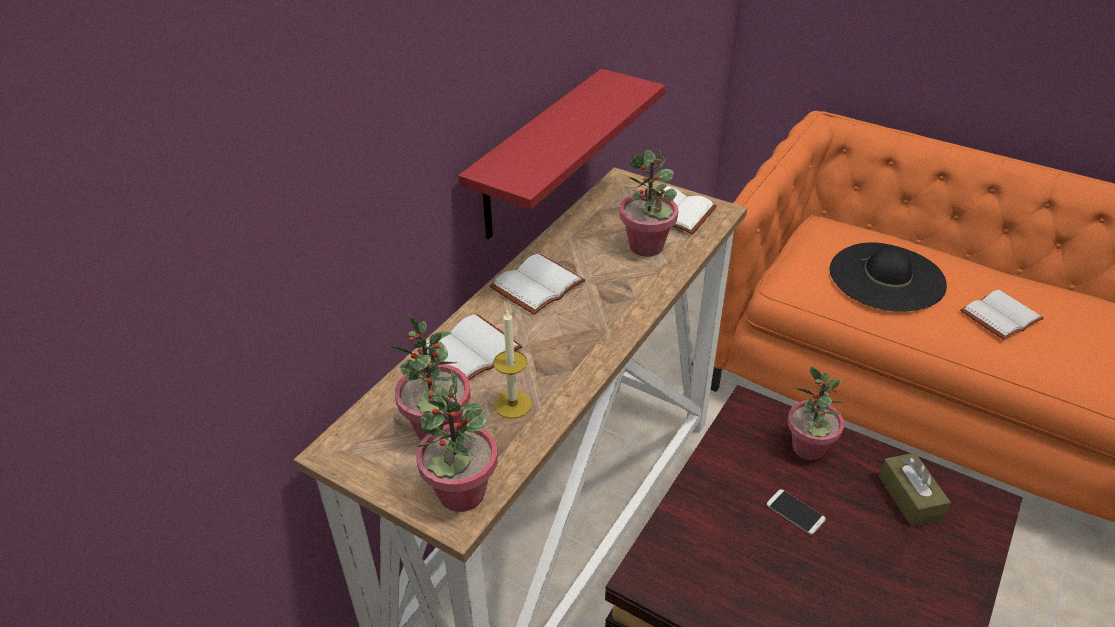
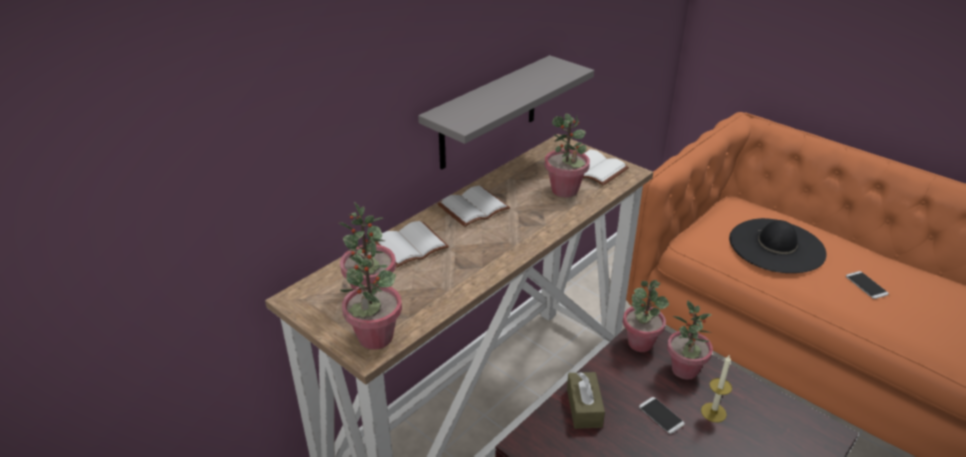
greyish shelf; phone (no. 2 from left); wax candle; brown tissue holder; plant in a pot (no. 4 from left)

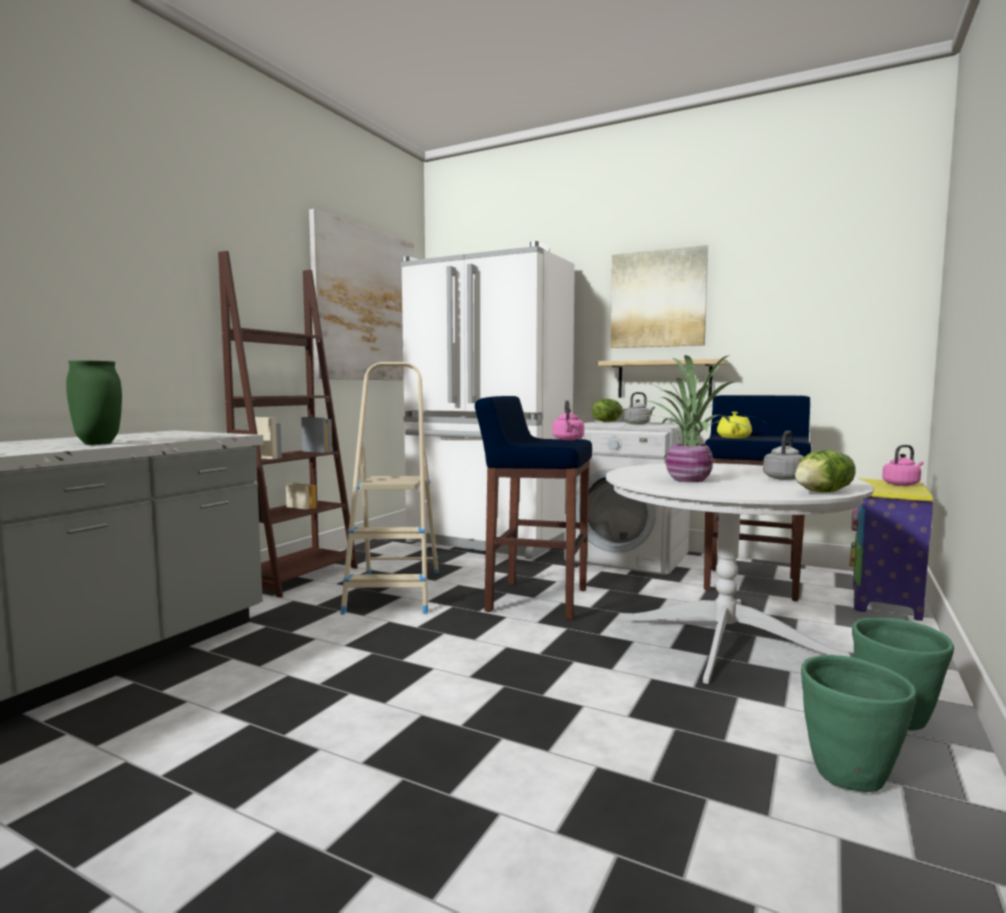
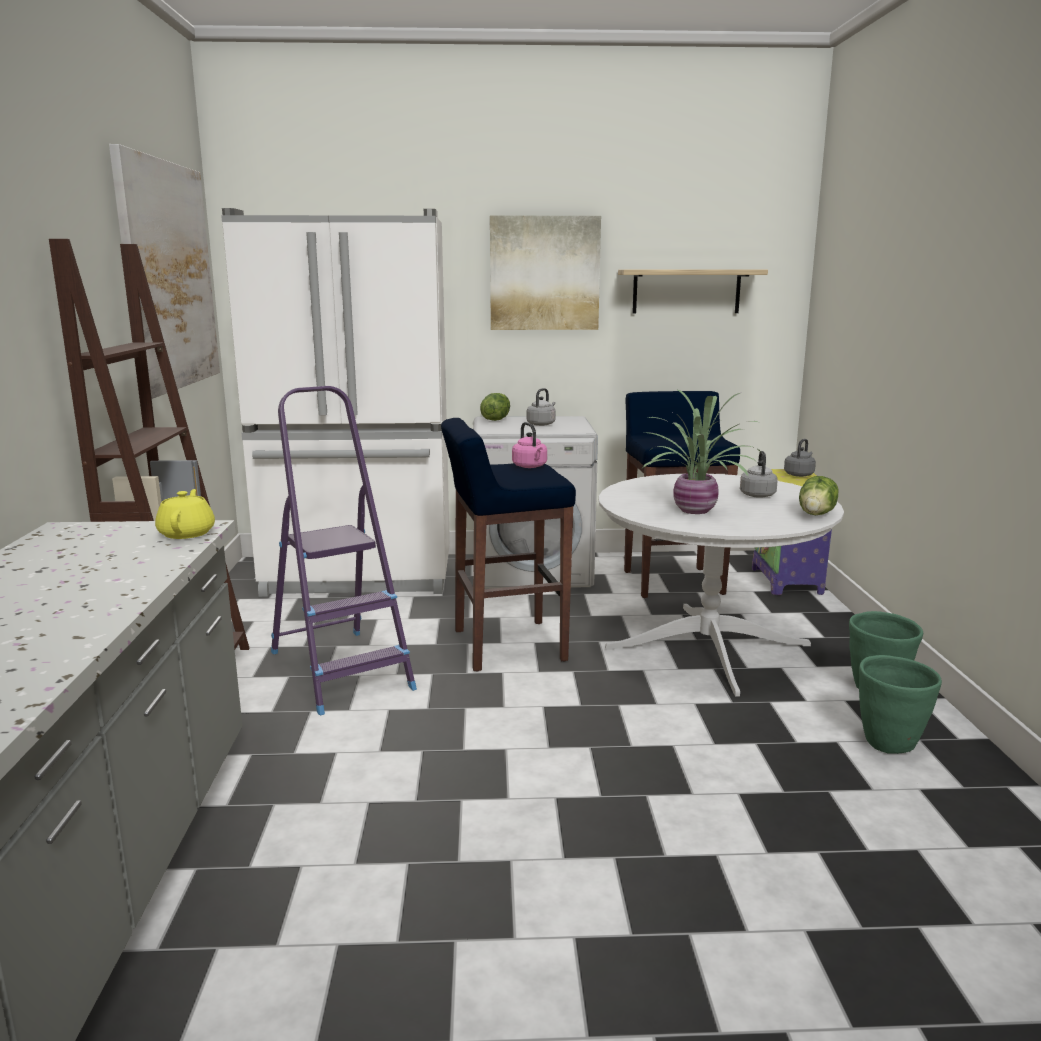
shelf; green-coloured flower vase; purplish step ladder; yellow pot for tea; greyish tea kettle (no. 3 from left)

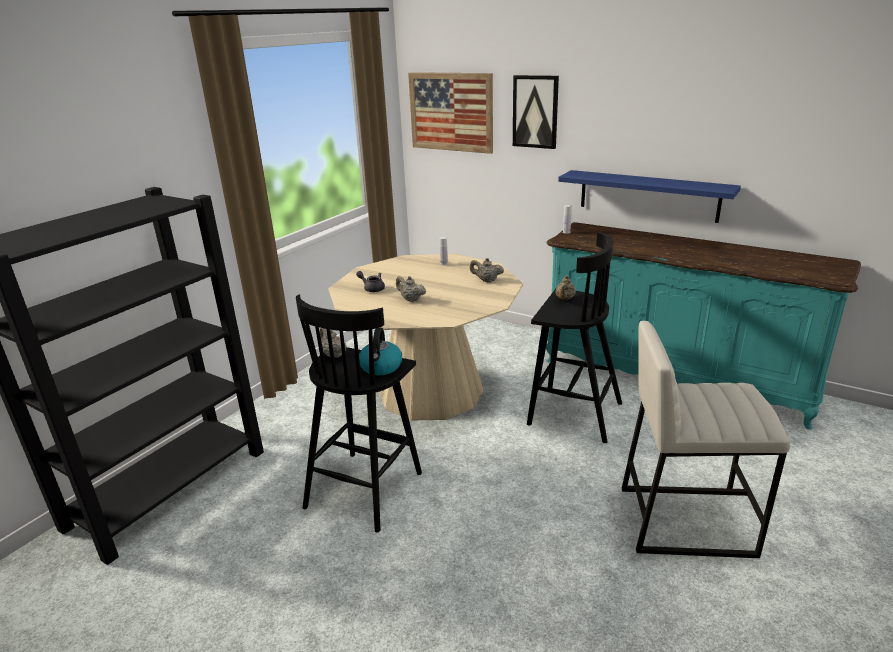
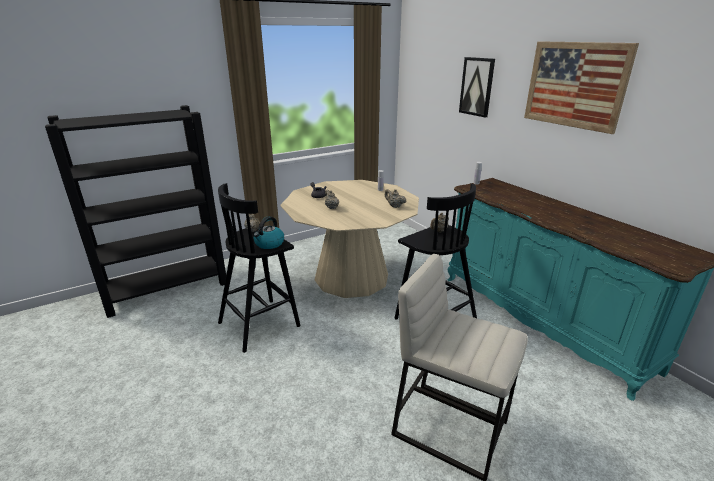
picture (no. 2 from left); blue-coloured shelf

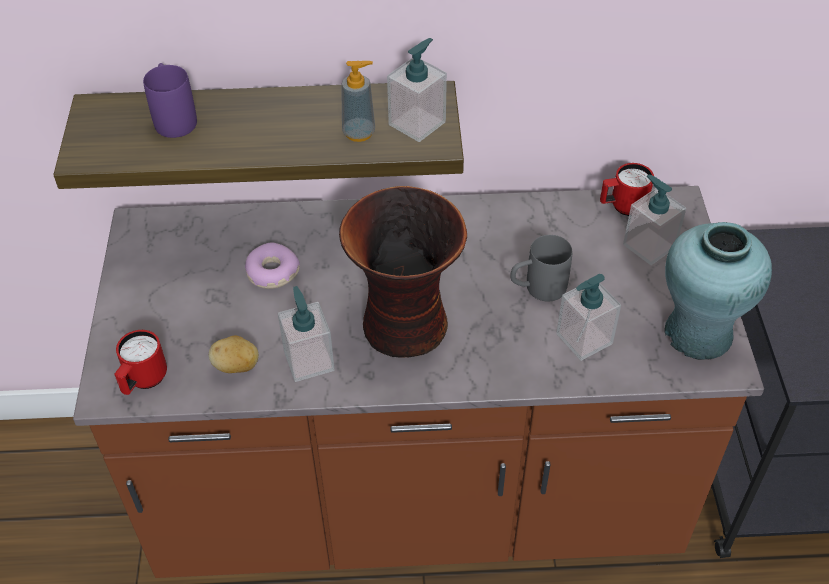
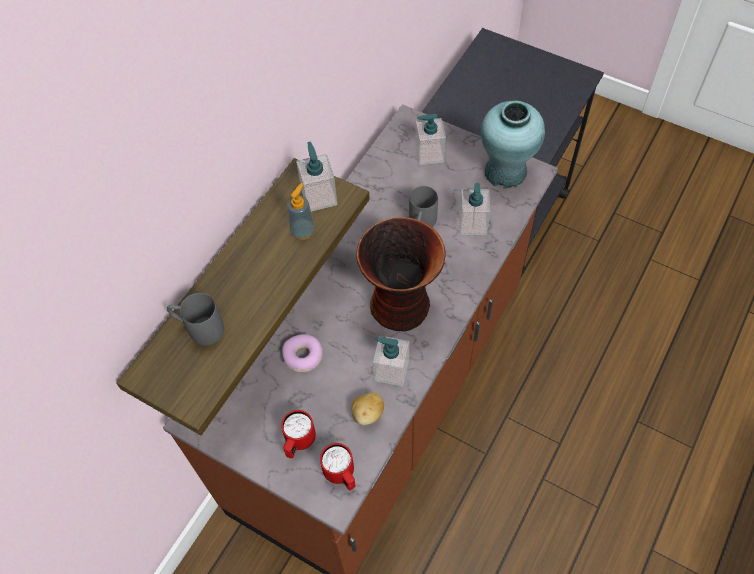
greyish mug (no. 1 from left); reddish mug (no. 1 from left)

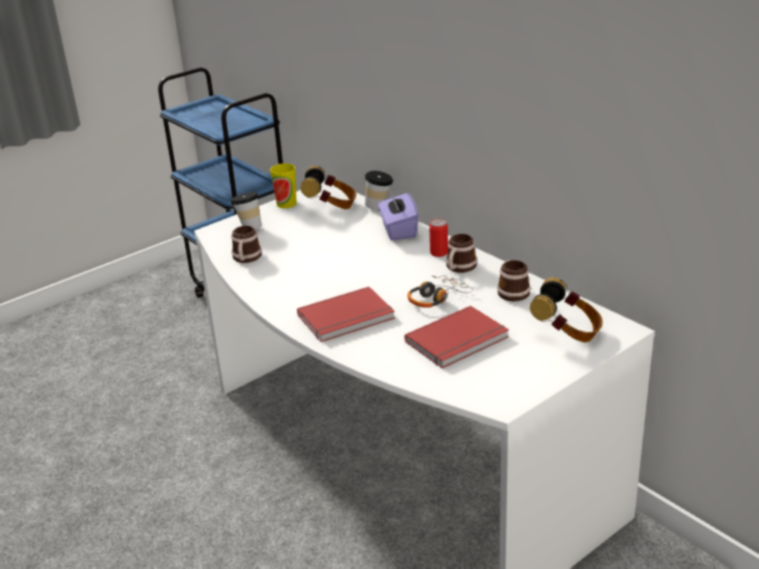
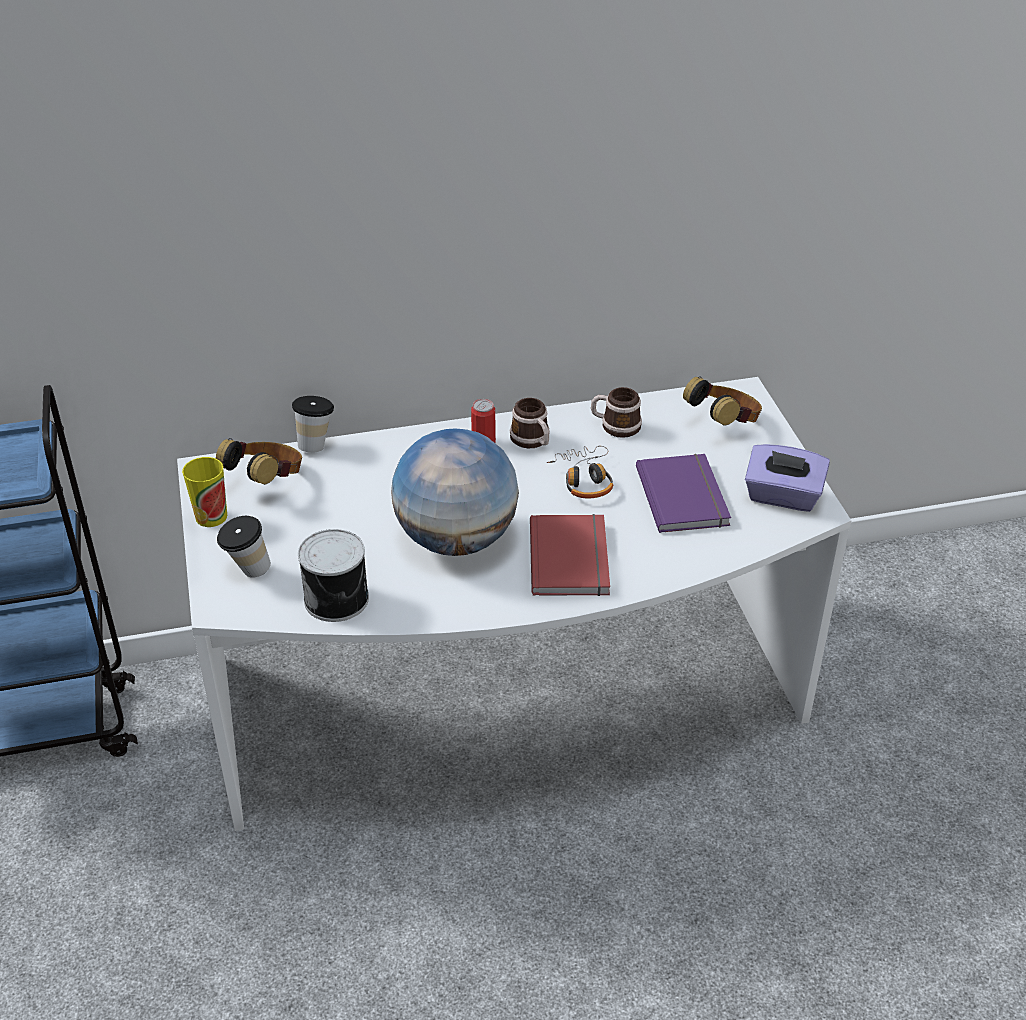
purplish tissue holder; sealed can (no. 1 from left); purplish volume; globe

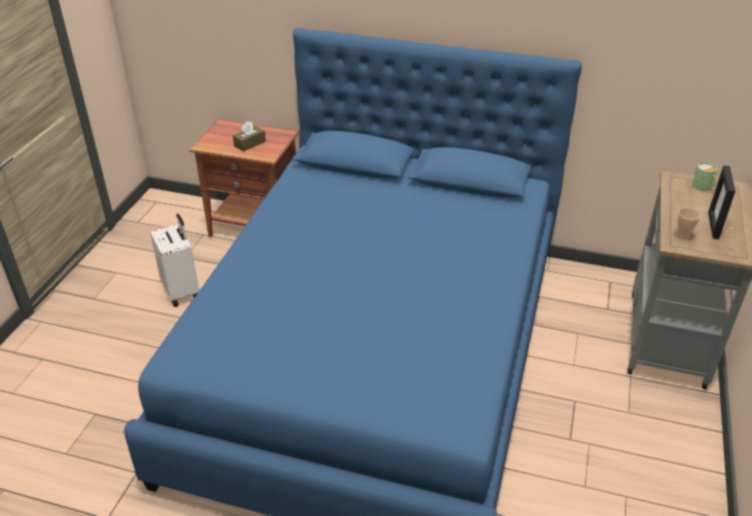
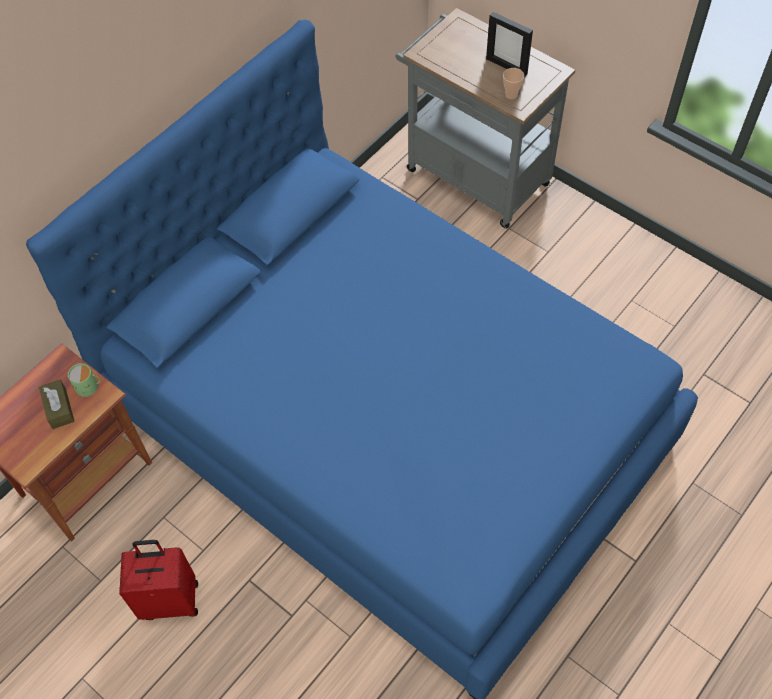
green-coloured mug; reddish piece of luggage

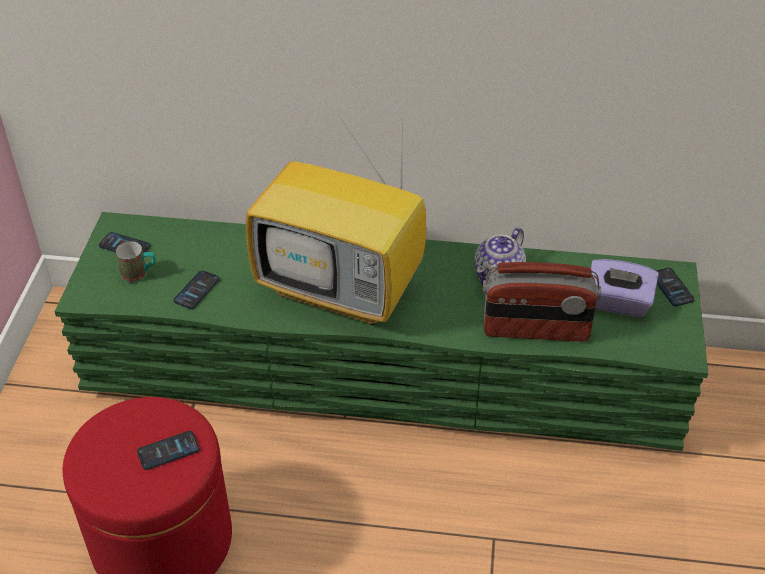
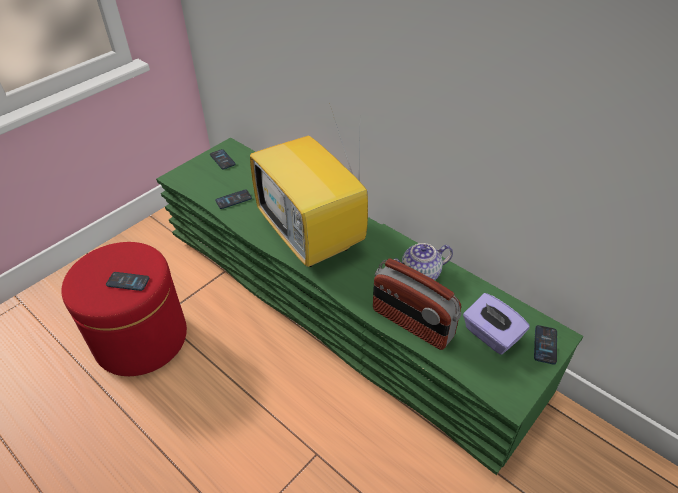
mug

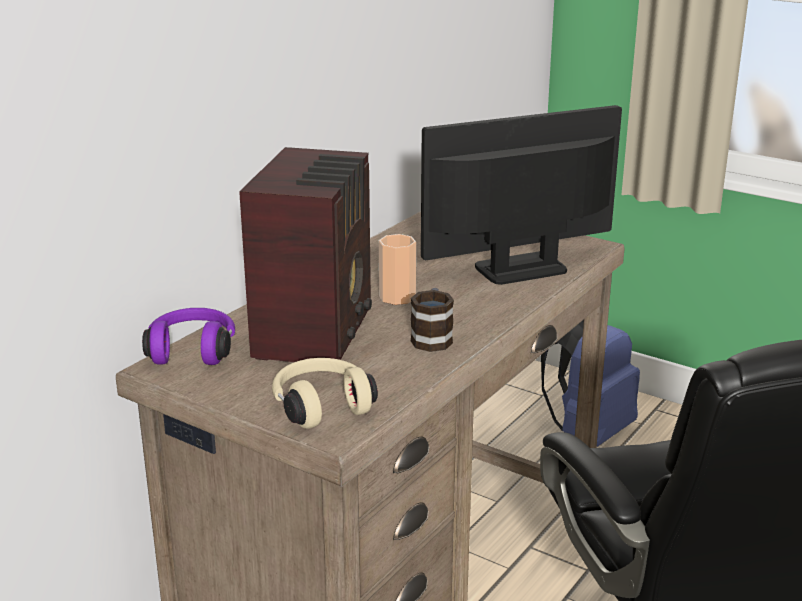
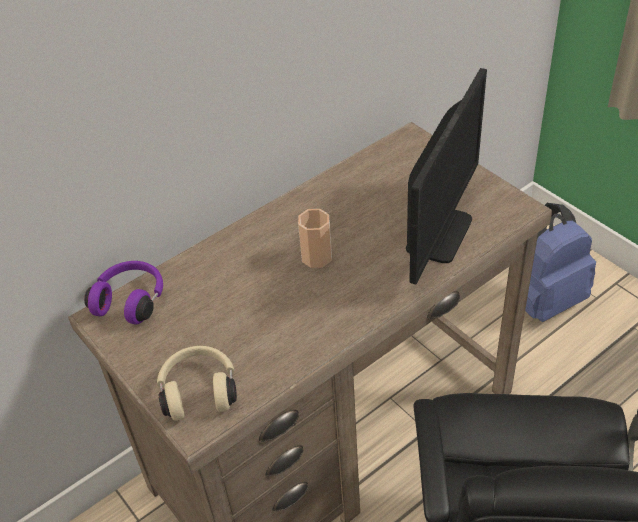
monitor; radio receiver; mug

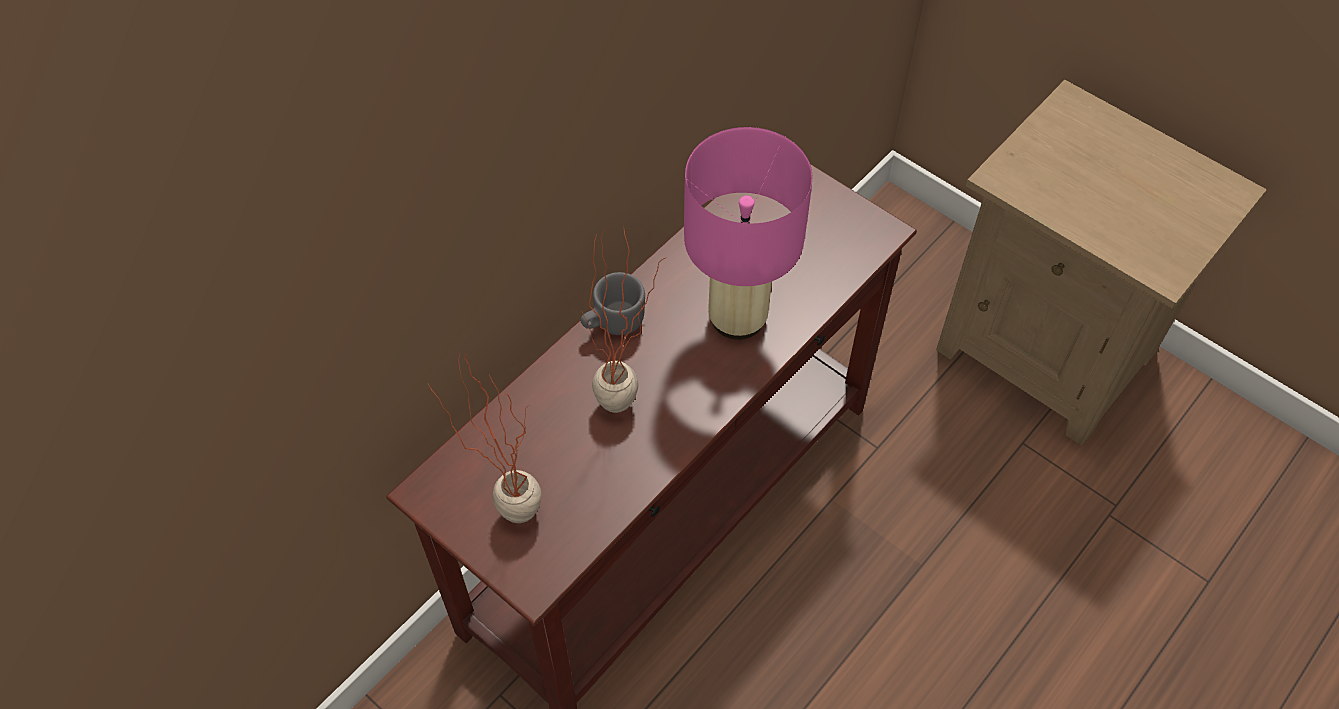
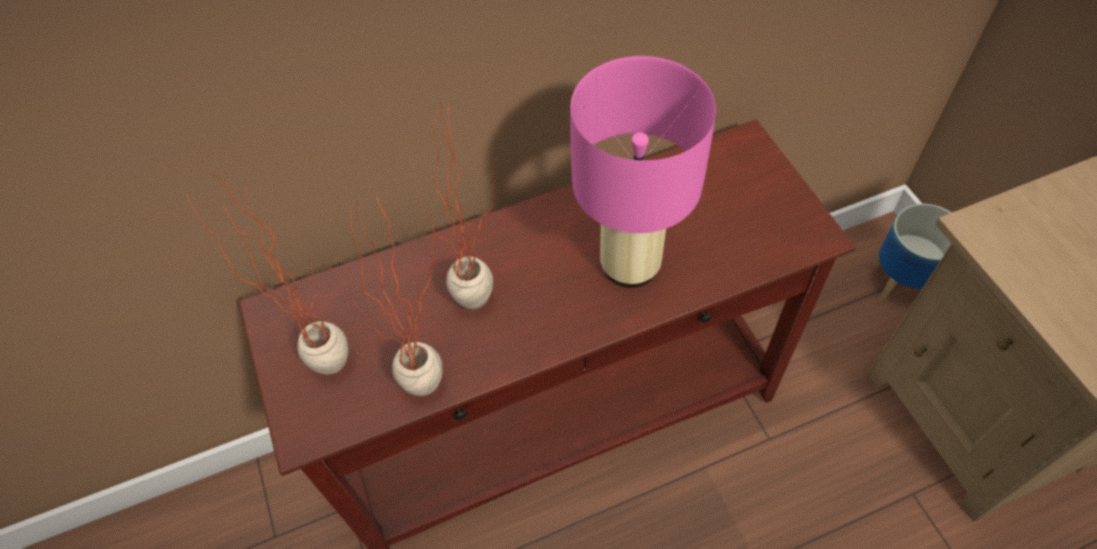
greyish mug; plant in a pot (no. 2 from left); flower pot

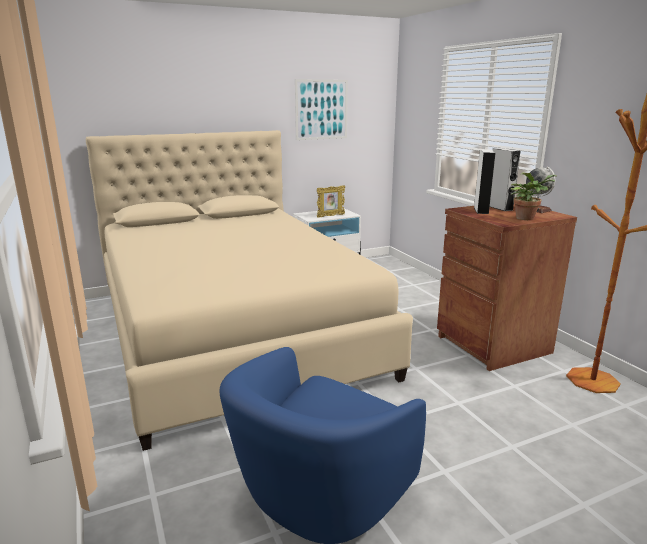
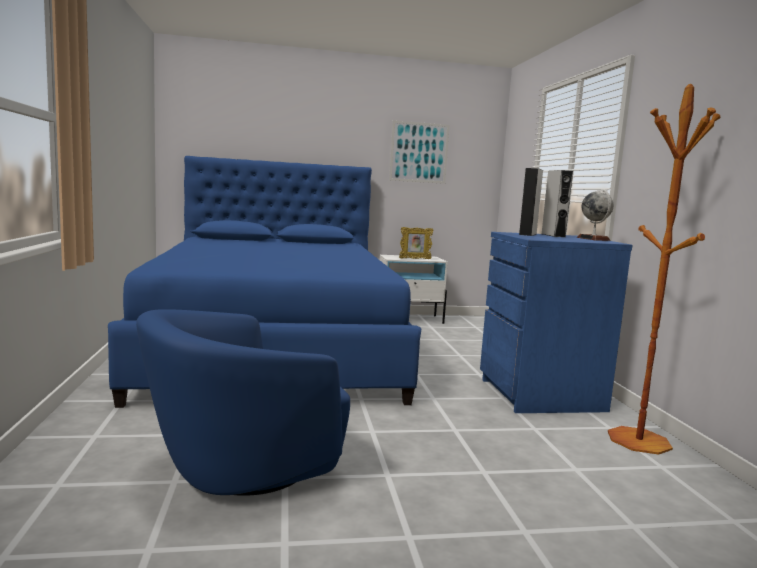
blue-coloured sleeping bed; plant in a pot; blue-coloured dresser

